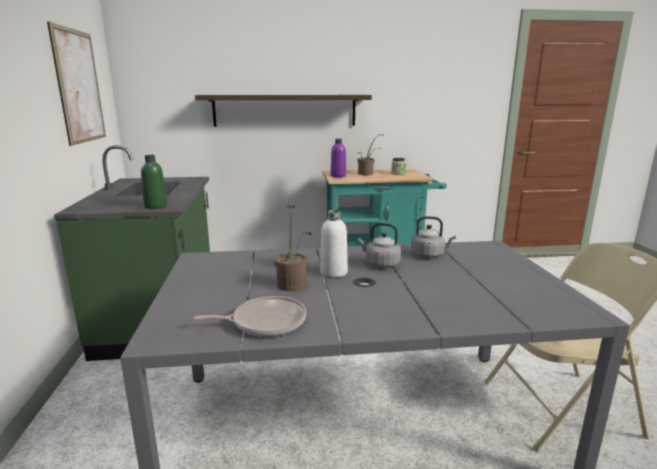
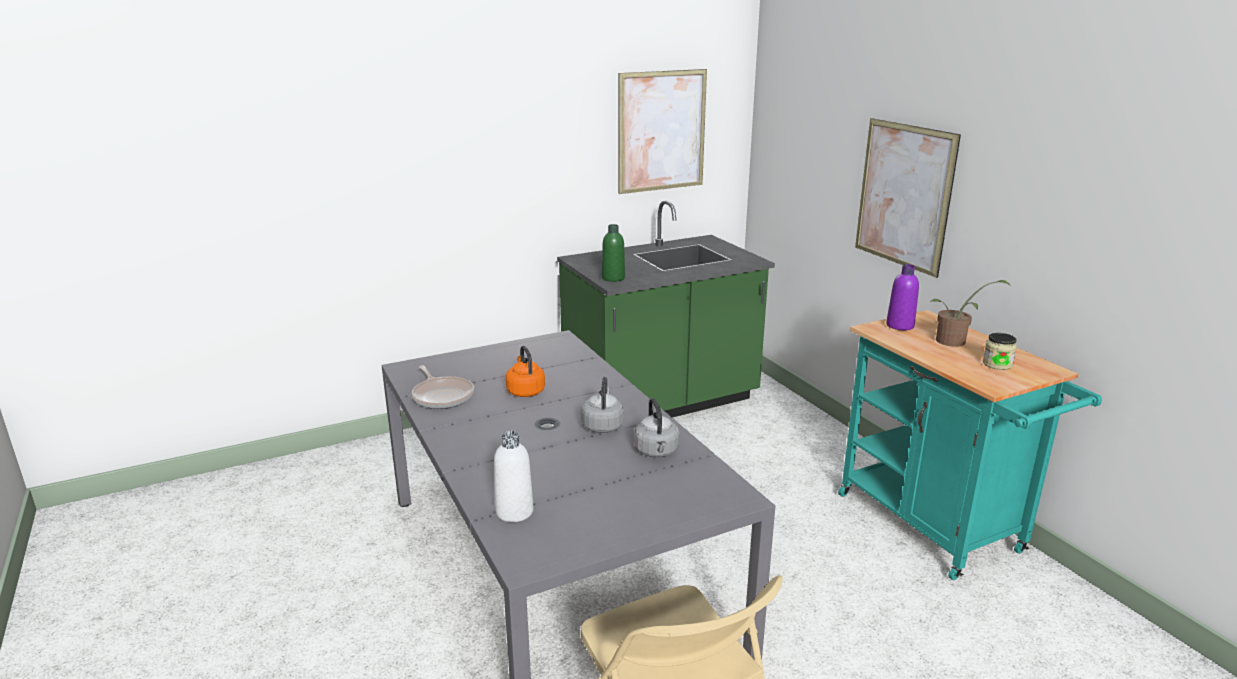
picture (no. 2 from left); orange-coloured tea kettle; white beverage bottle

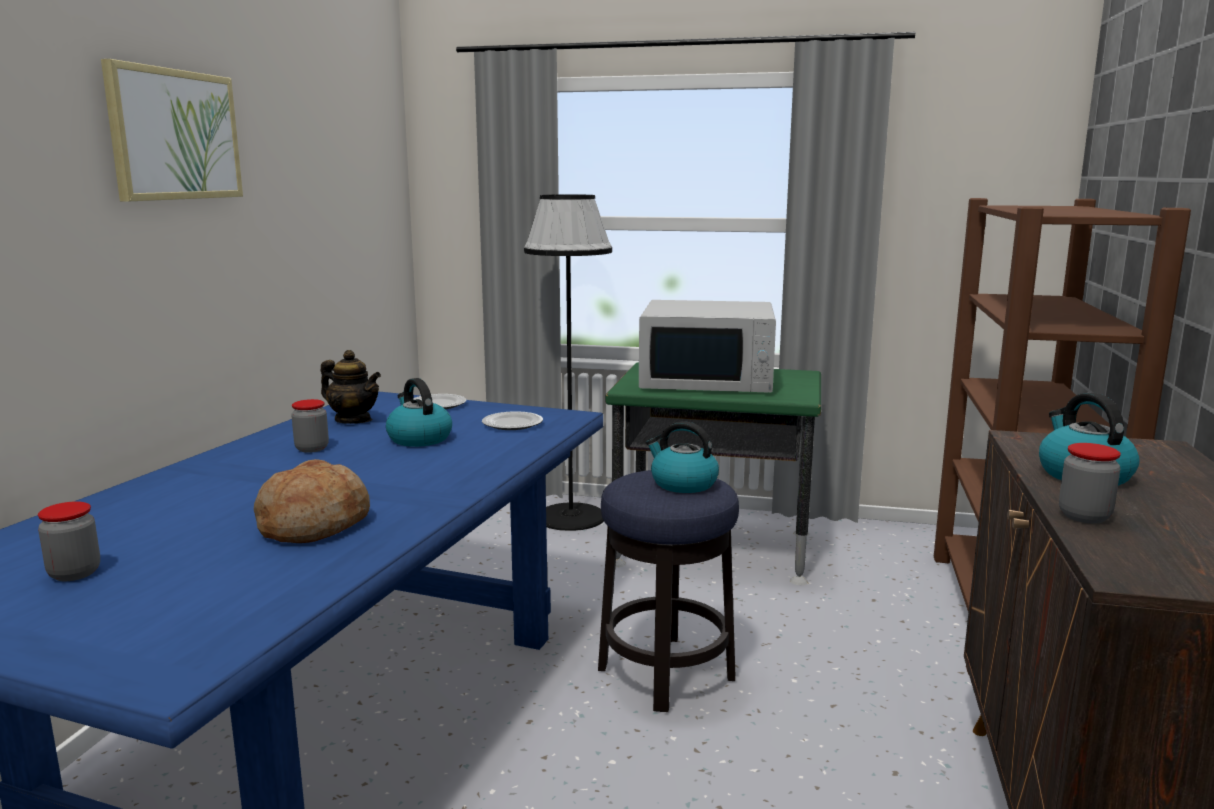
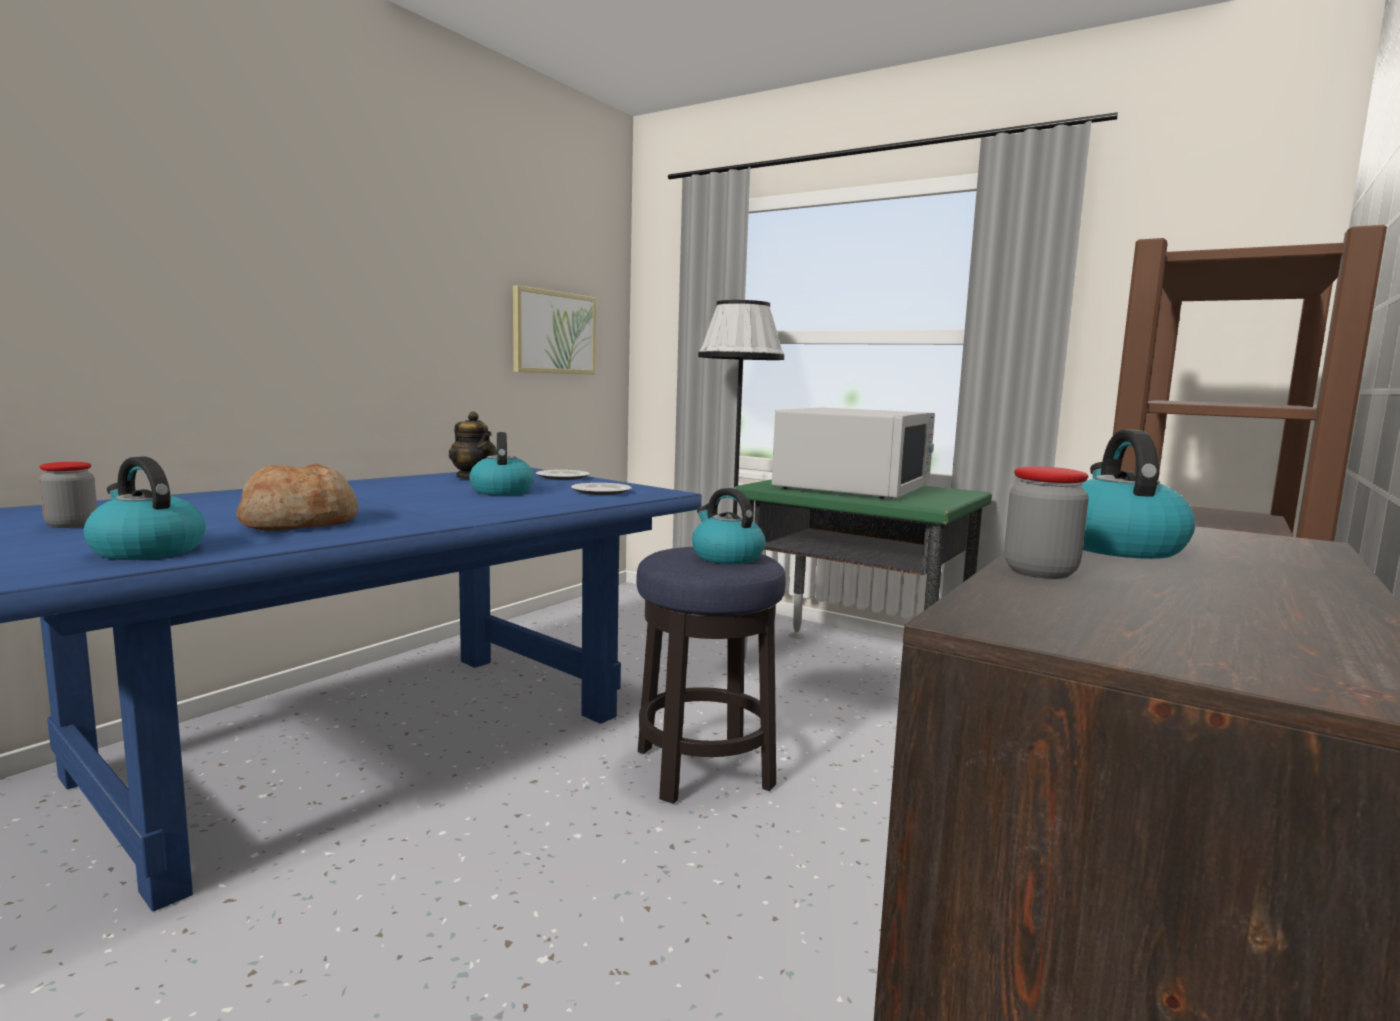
picture; white kitchen microwave; jar (no. 2 from left in the first image); tea kettle (no. 1 from left)

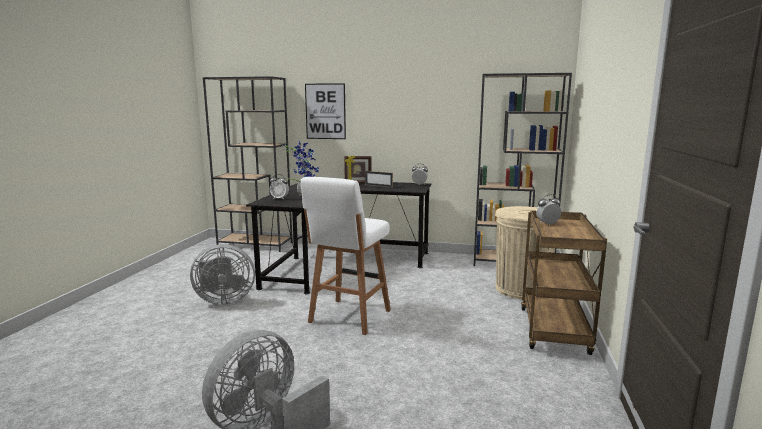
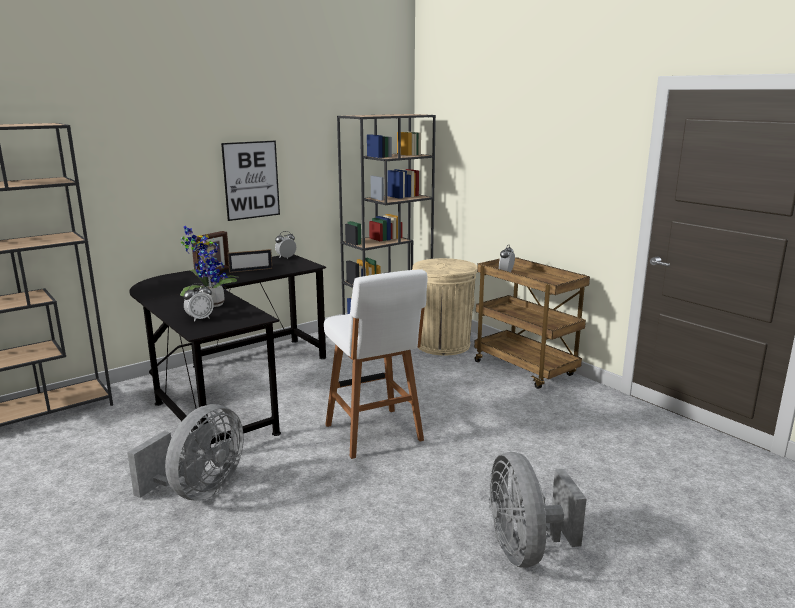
picture

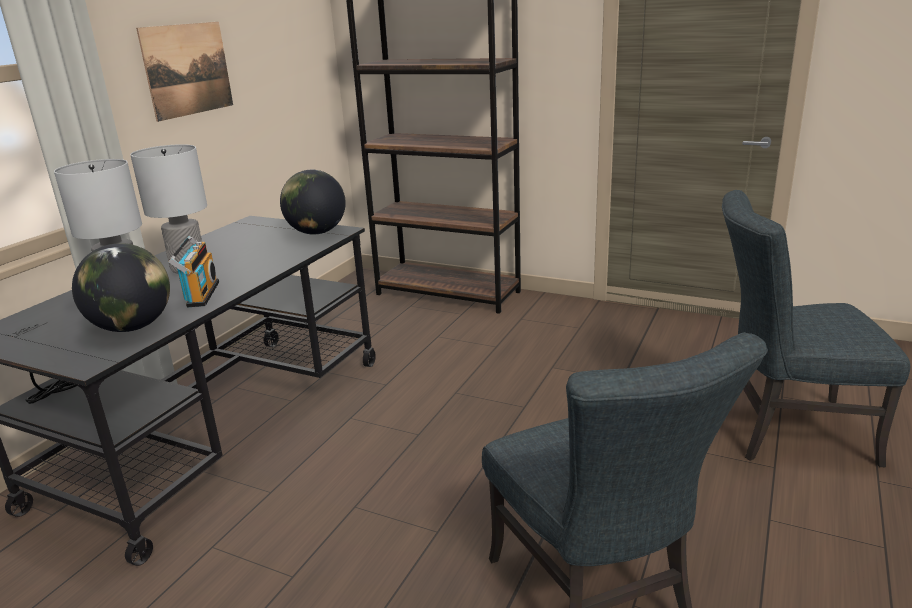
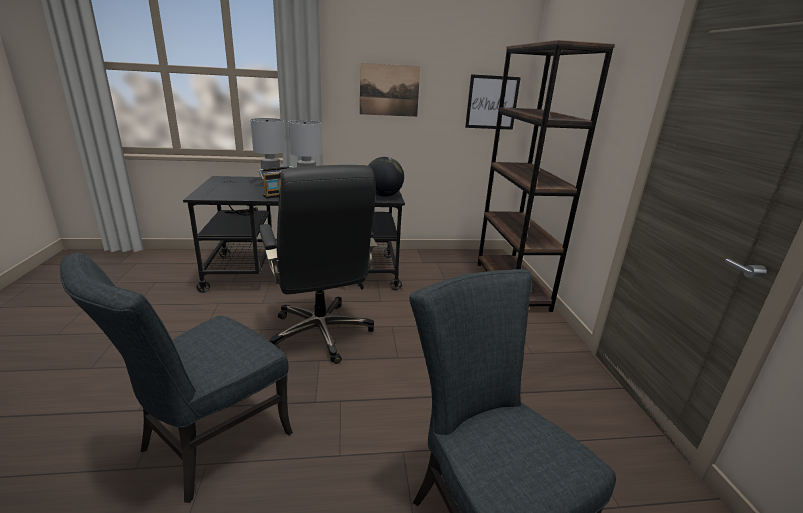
globe (no. 1 from left in the first image); picture (no. 2 from left); black desk chair

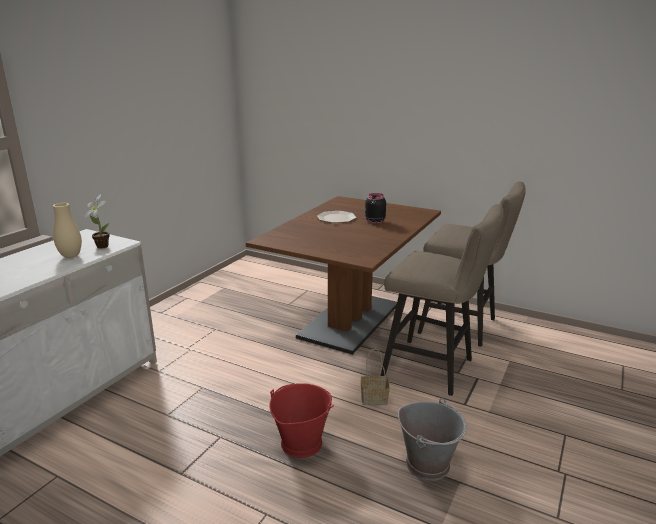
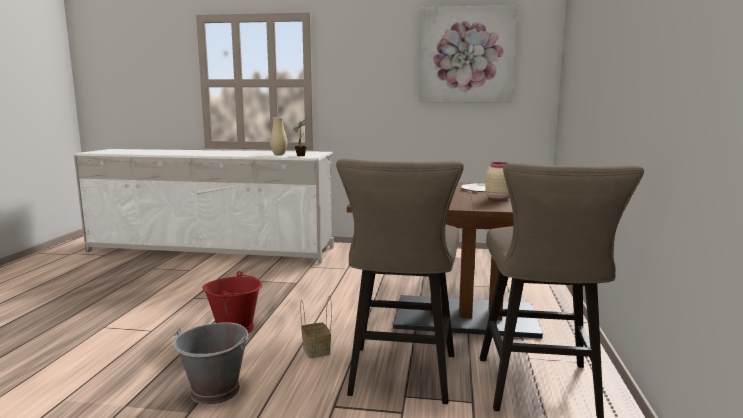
beige jar; picture

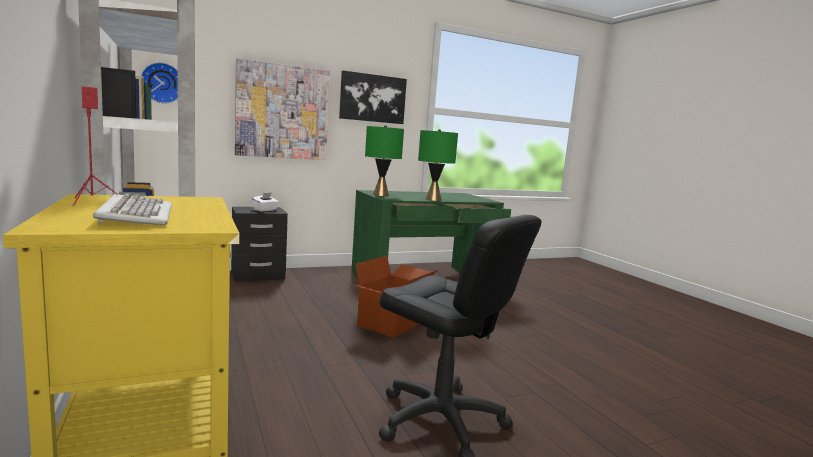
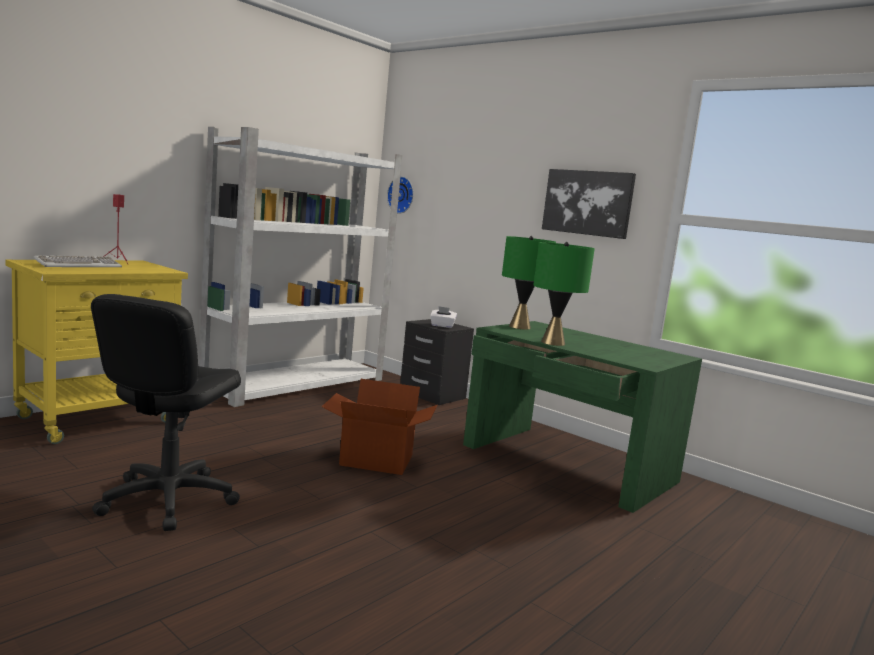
picture (no. 1 from left in the first image)

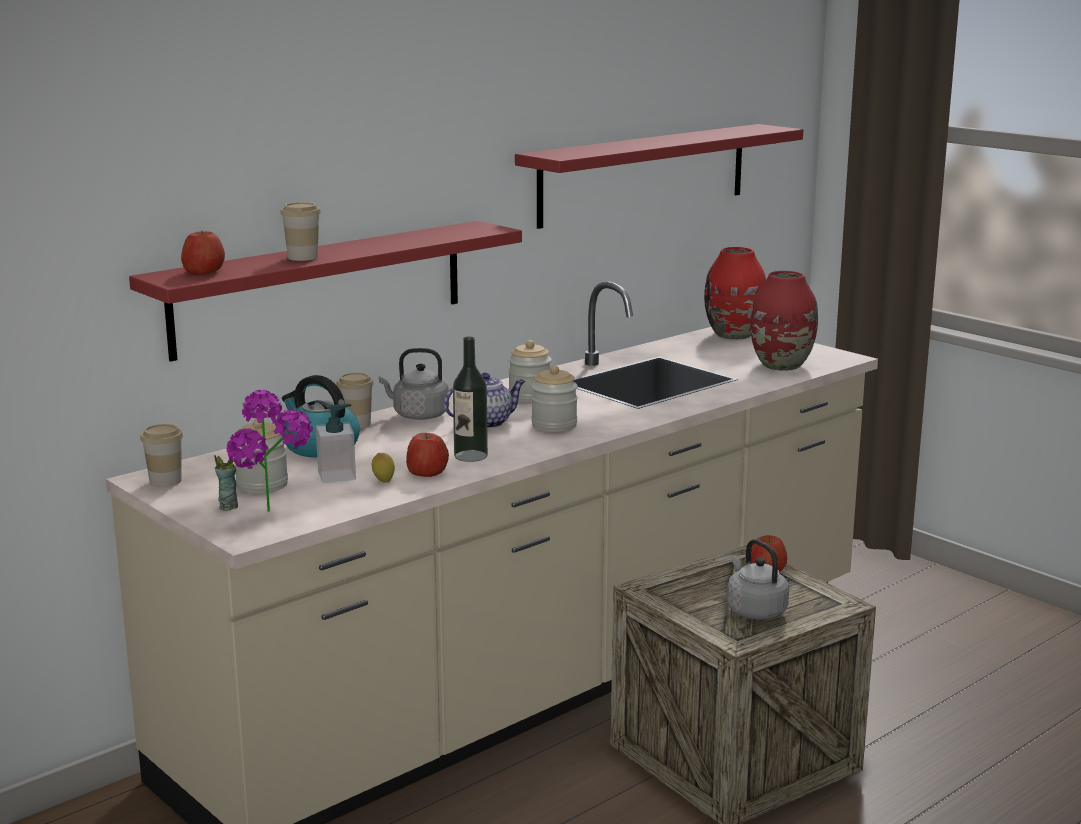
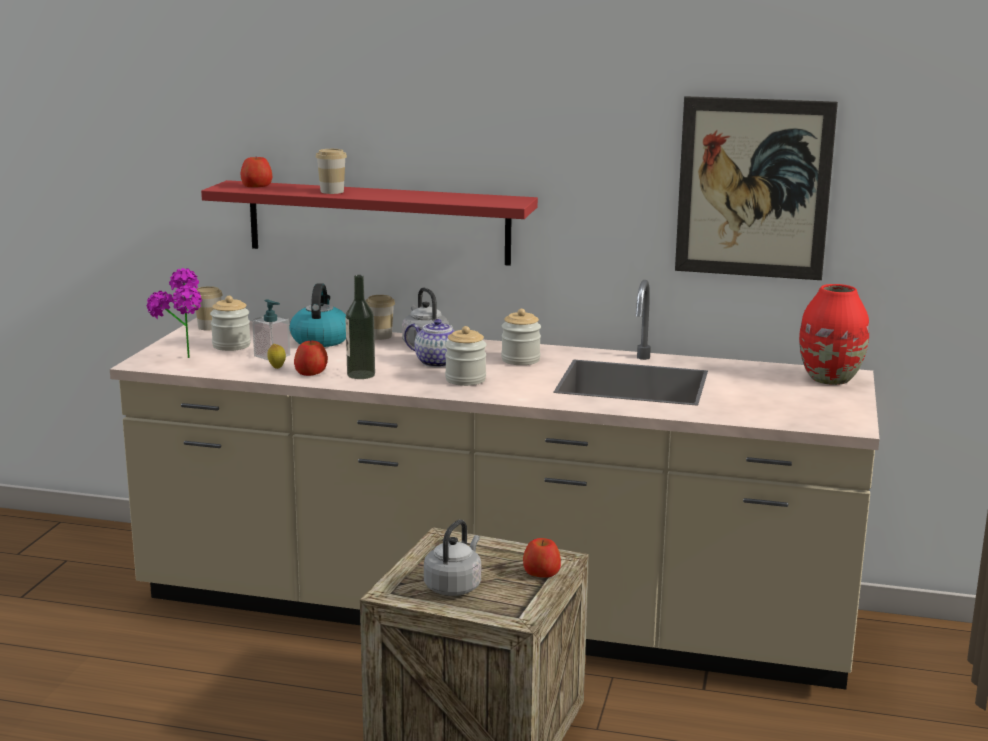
picture; reddish flower vase (no. 2 from left in the first image); small cup (no. 2 from left in the first image)

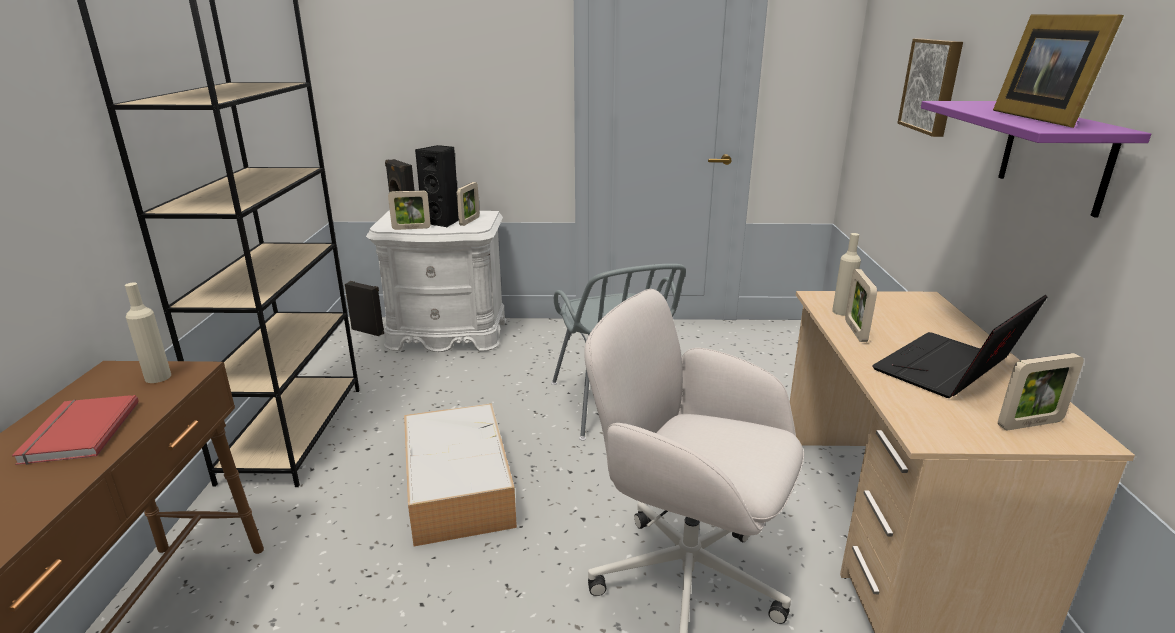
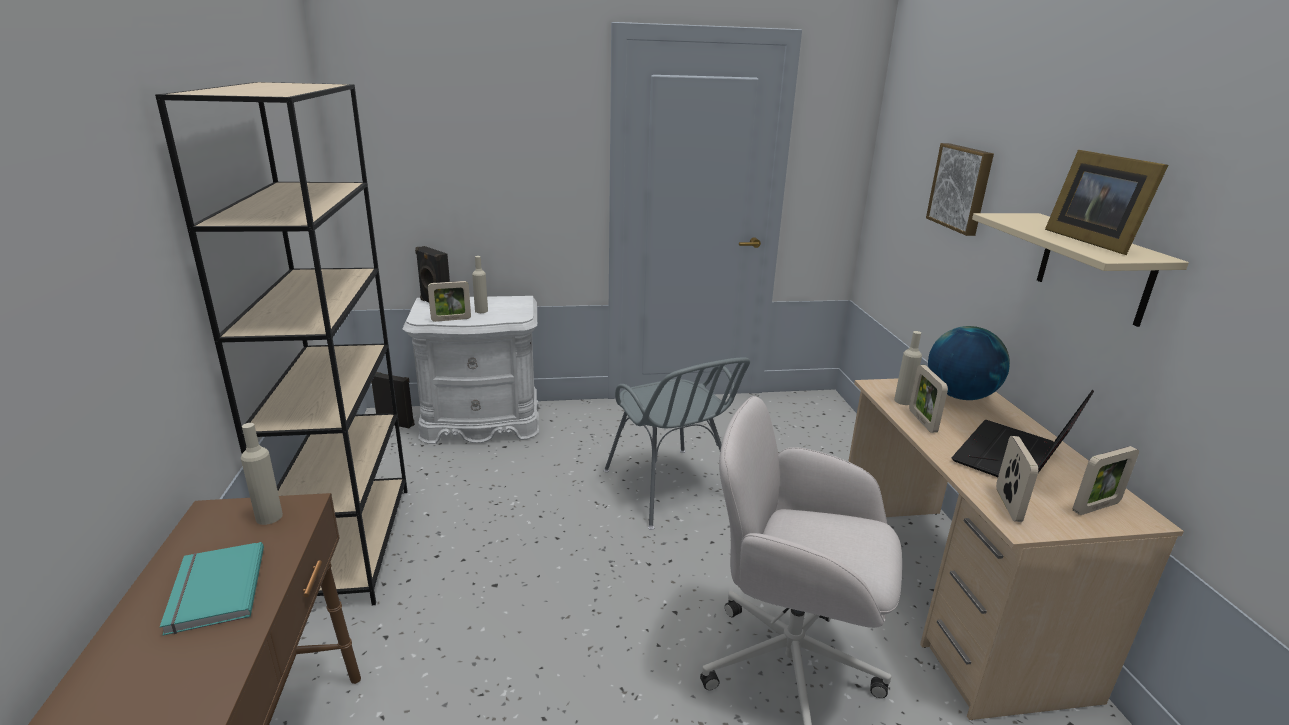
beige shelf; beige beverage bottle (no. 2 from left); picture frame (no. 3 from left); turquoise volume; storage box; globe

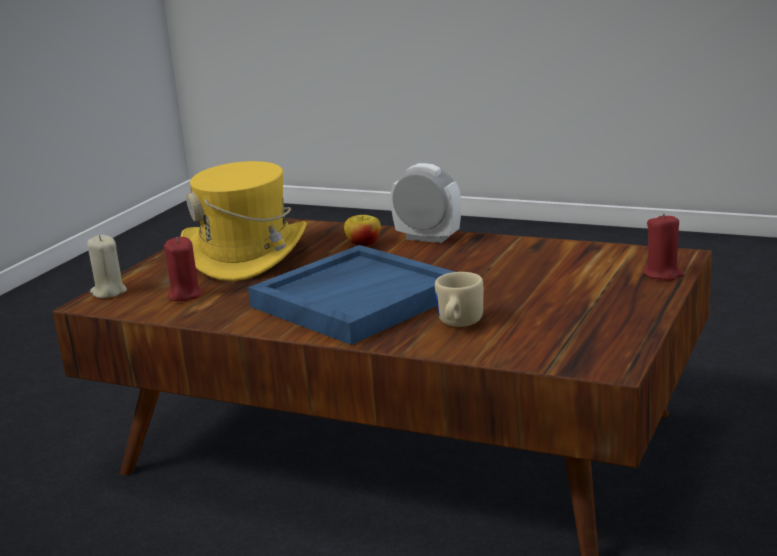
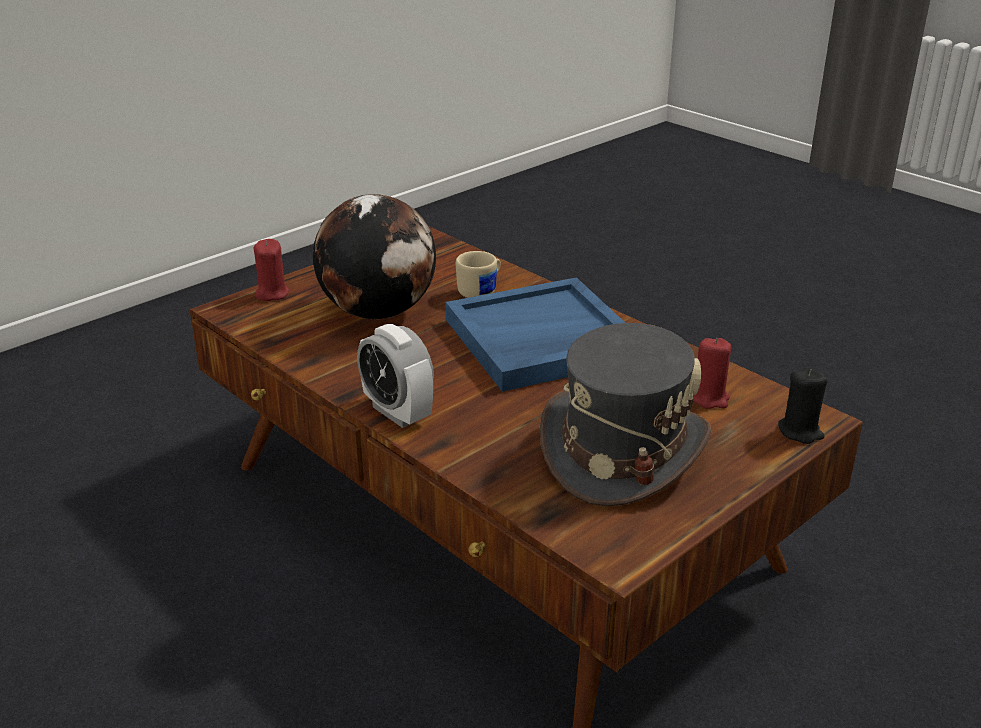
greyish hat; apple; black wax candle; globe

